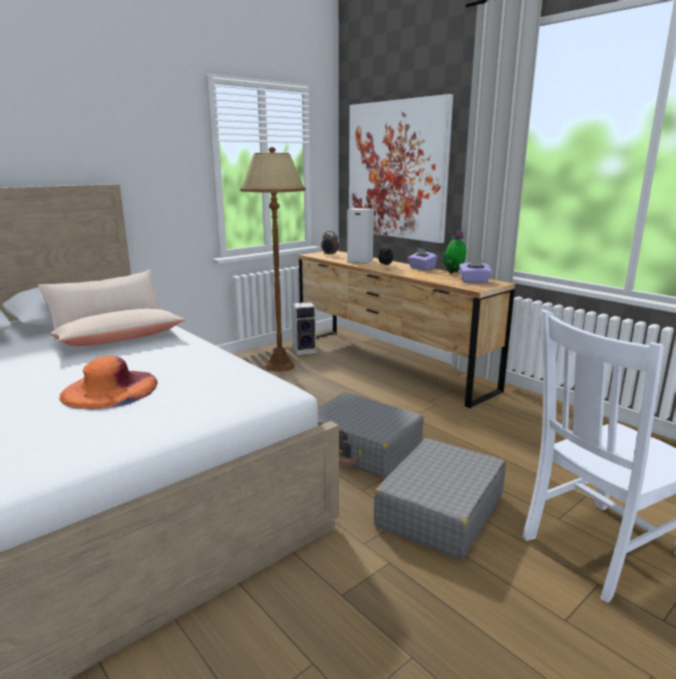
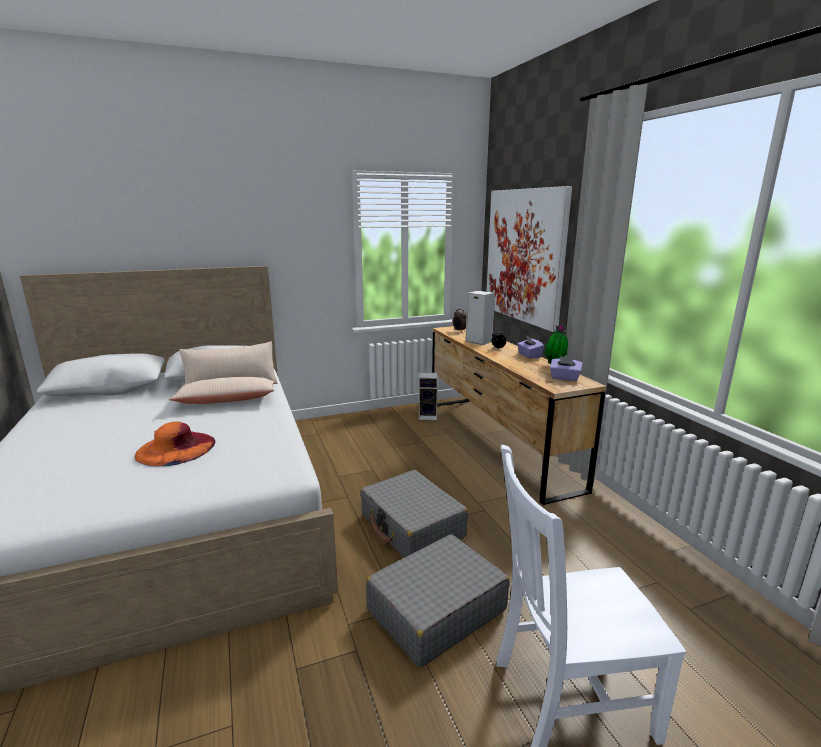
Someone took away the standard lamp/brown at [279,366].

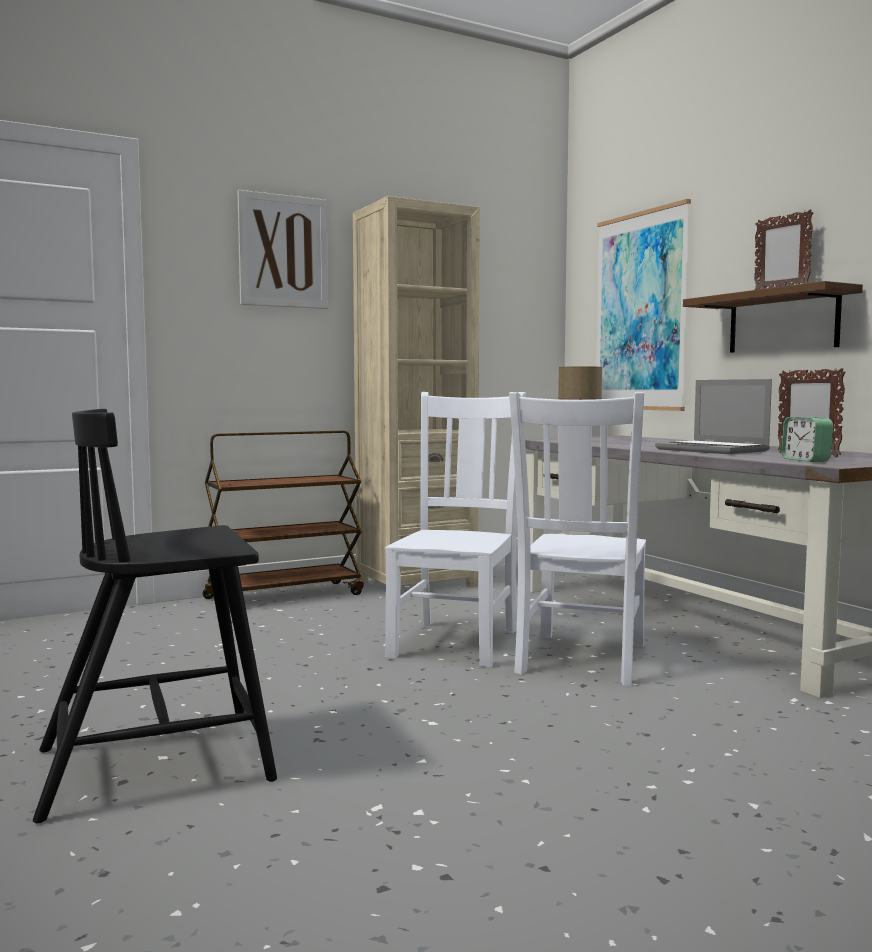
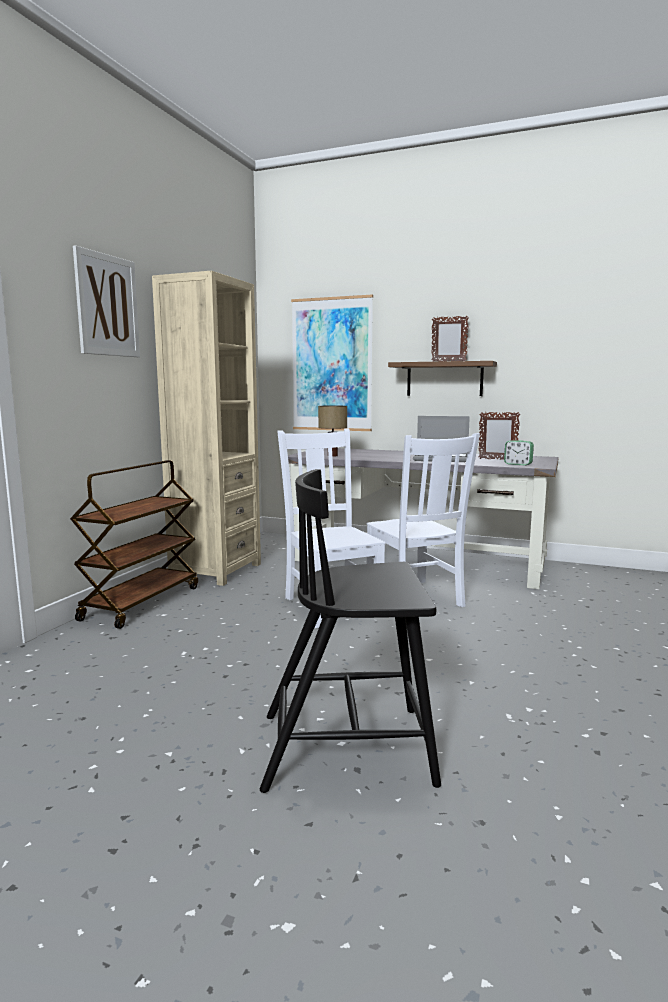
Someone rotated the plain chair/blackish at [160,763] by 60 degrees clockwise.

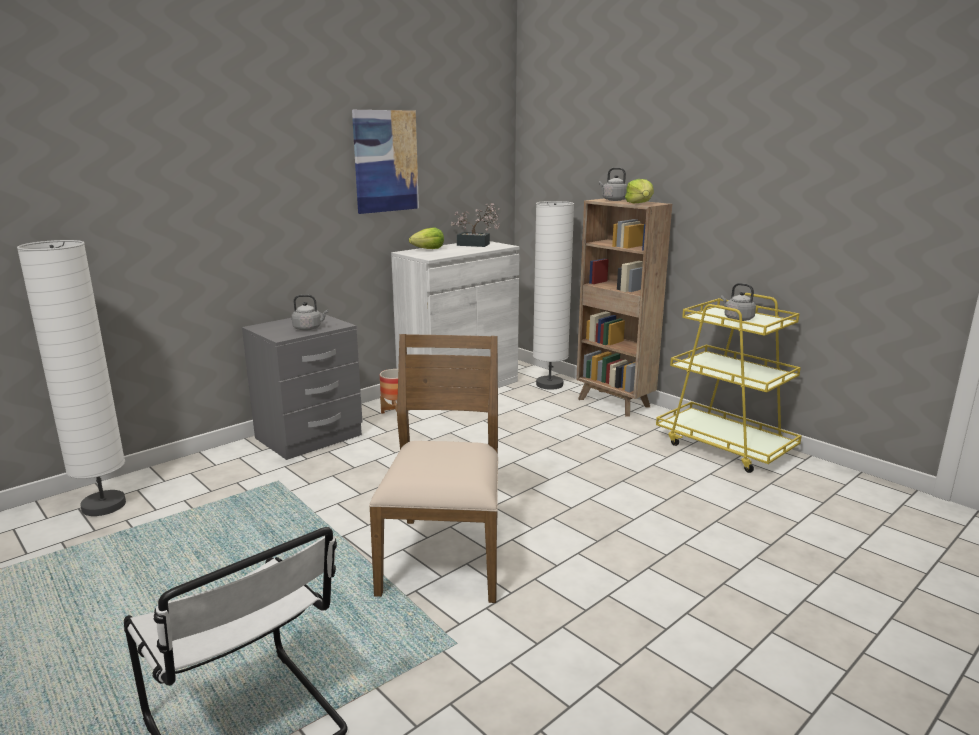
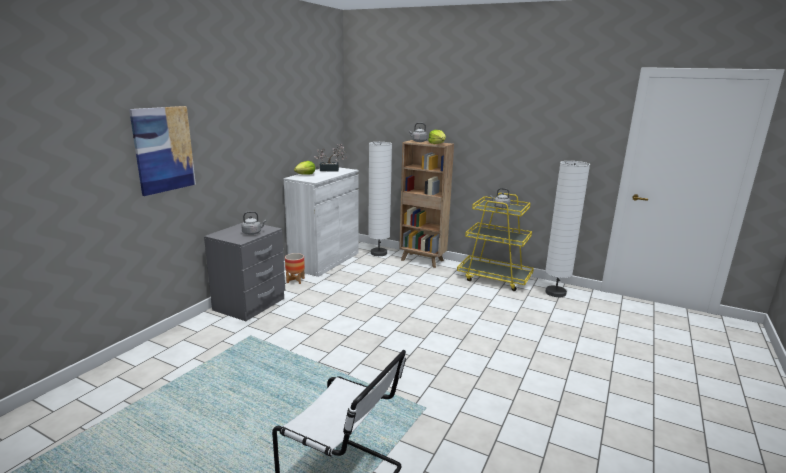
Someone carried the standard lamp/whitish from [104,506] to [555,293].
Someone carried the wall picture from [385,161] to [163,149].
Someone took away the plain chair/brown at [444,556].

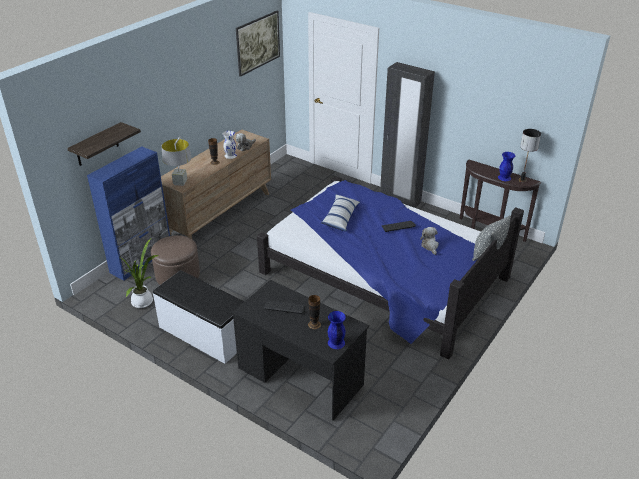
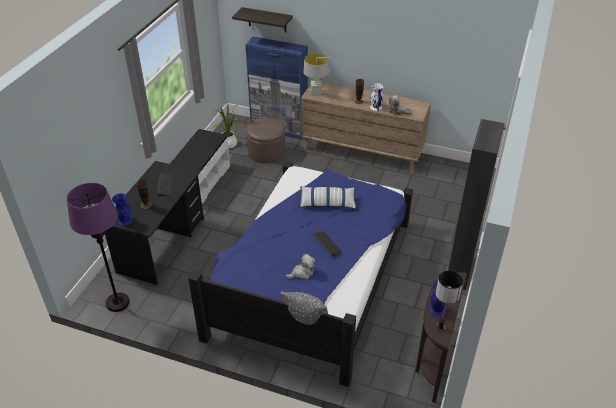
Someone took away the wall picture at [258,54].
Someone put down the standard lamp/purple-coloured at [117,302].

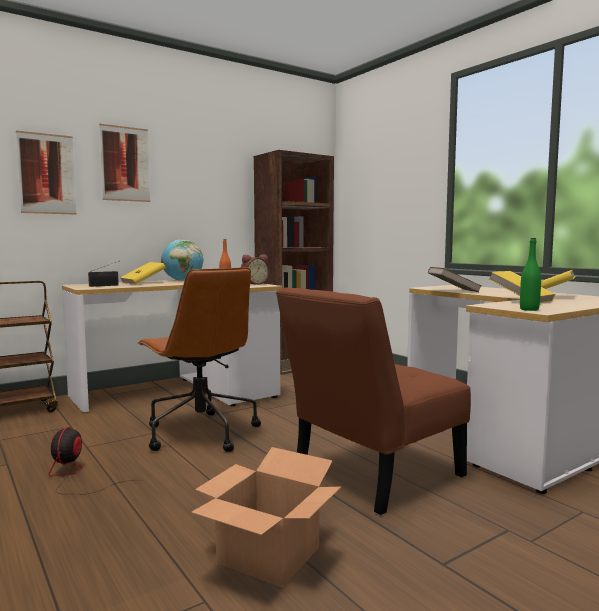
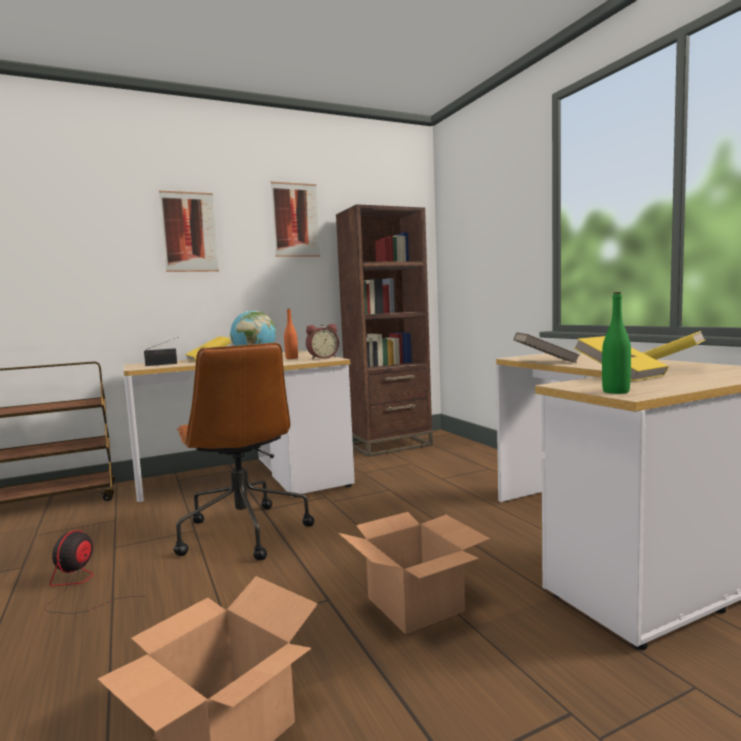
Someone carried the wall picture from [47,174] to [295,220].
Someone swapped the plain chair/brown at [371,475] for the cardboard box at [413,604].

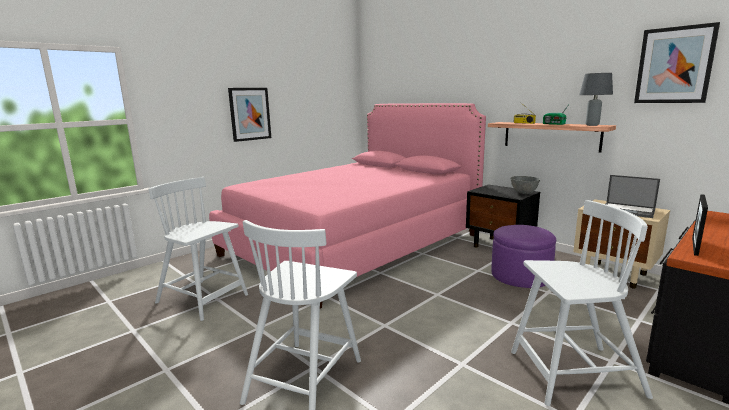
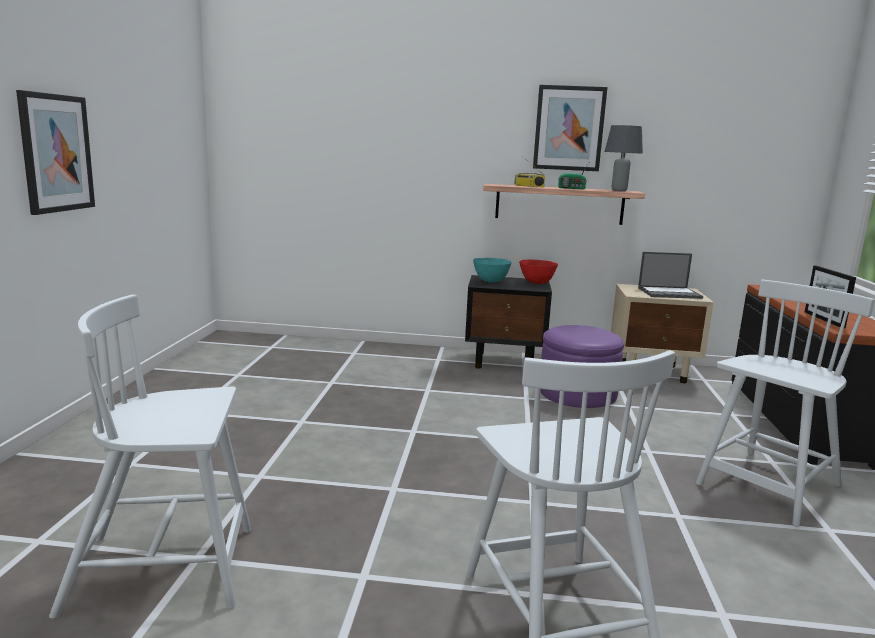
Someone took away the bedroom bed/pink-coloured at [354,244].
Someone repainted the serving bowl/gray at [524,193], which became the serving bowl/red at [537,283].
Someone carried the wall picture from [674,65] to [569,128].
Someone put down the serving bowl/turquoise-coloured at [491,281].

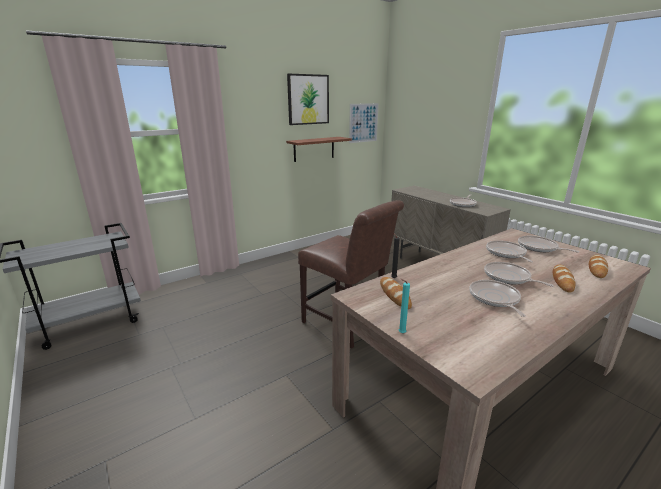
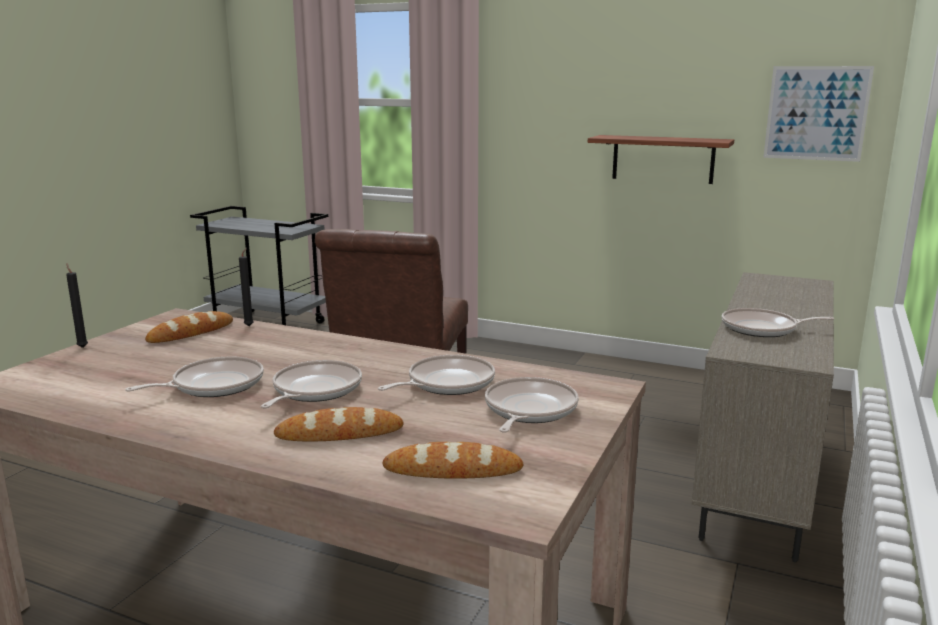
Someone took away the wall picture at [308,99].
Someone repainted the wax light/turquoise-coloured at [400,333], which became the wax light/blackish at [82,347].

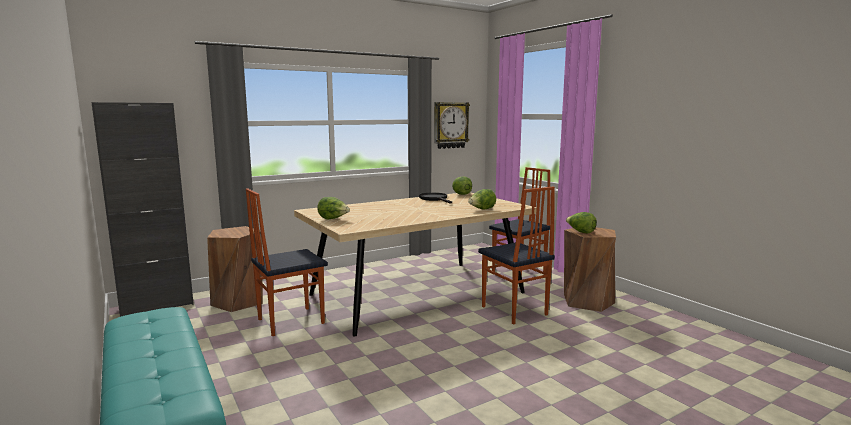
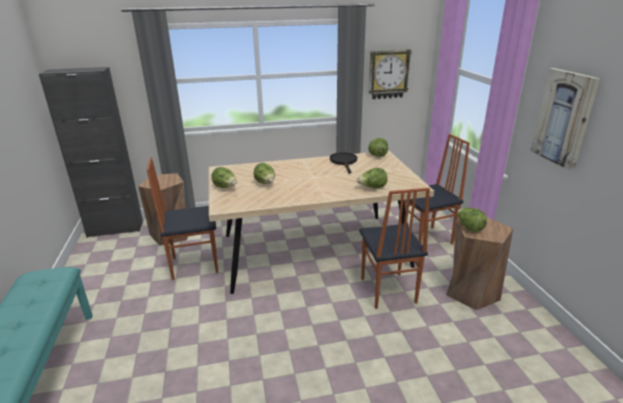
Someone put down the lettuce head at [265,183].
Someone put up the wall picture at [563,118].

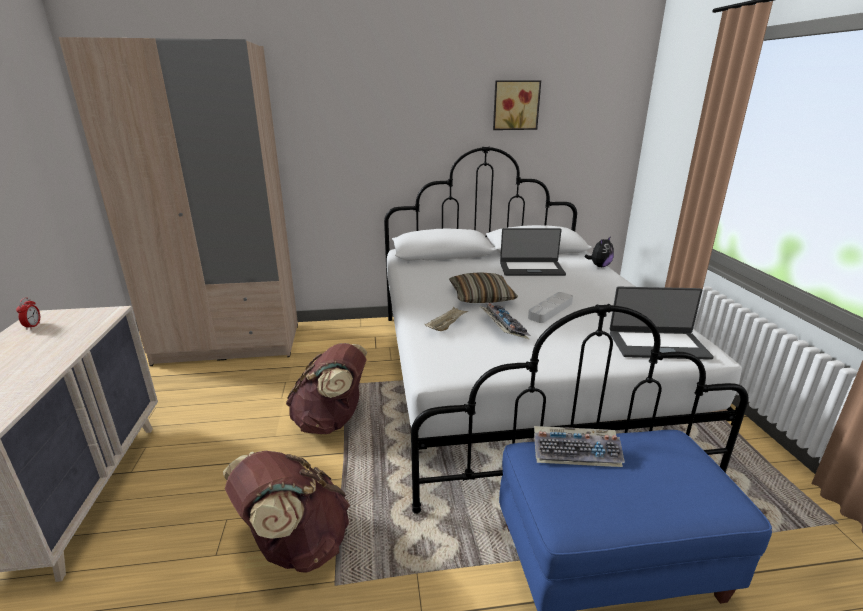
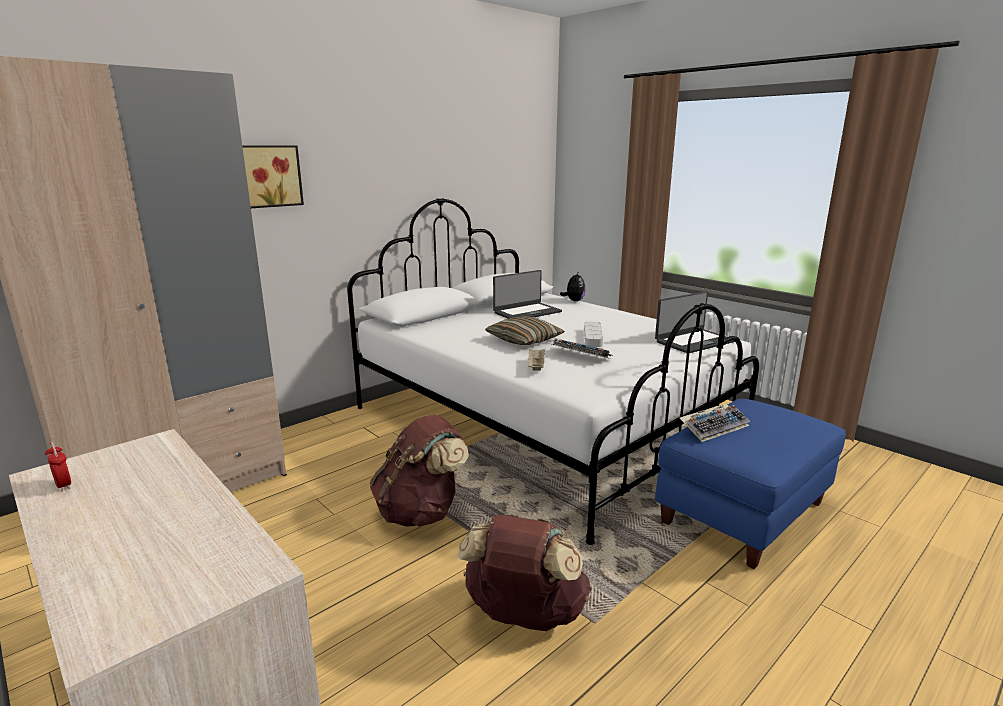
Someone carried the wall picture from [515,105] to [270,176].

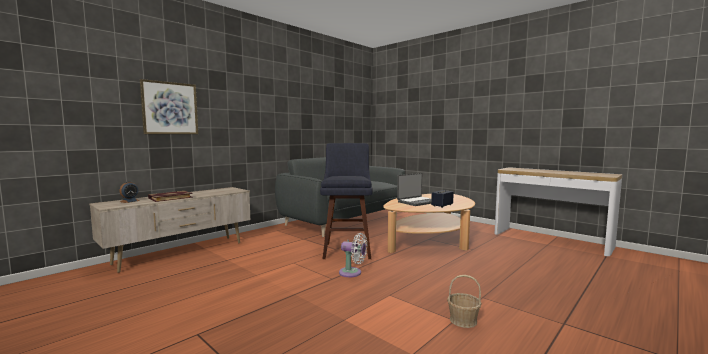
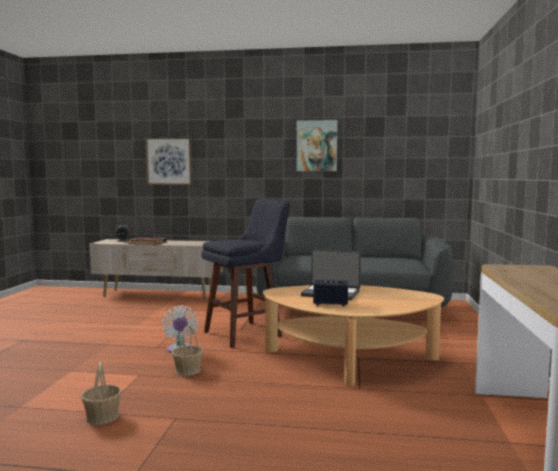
Someone put down the storage basket at [187,370].
Someone put up the wall picture at [317,146].

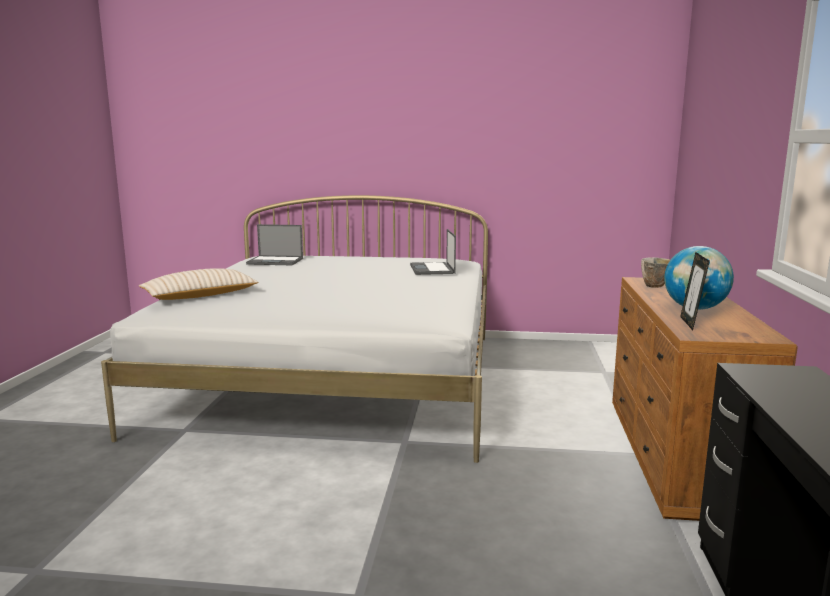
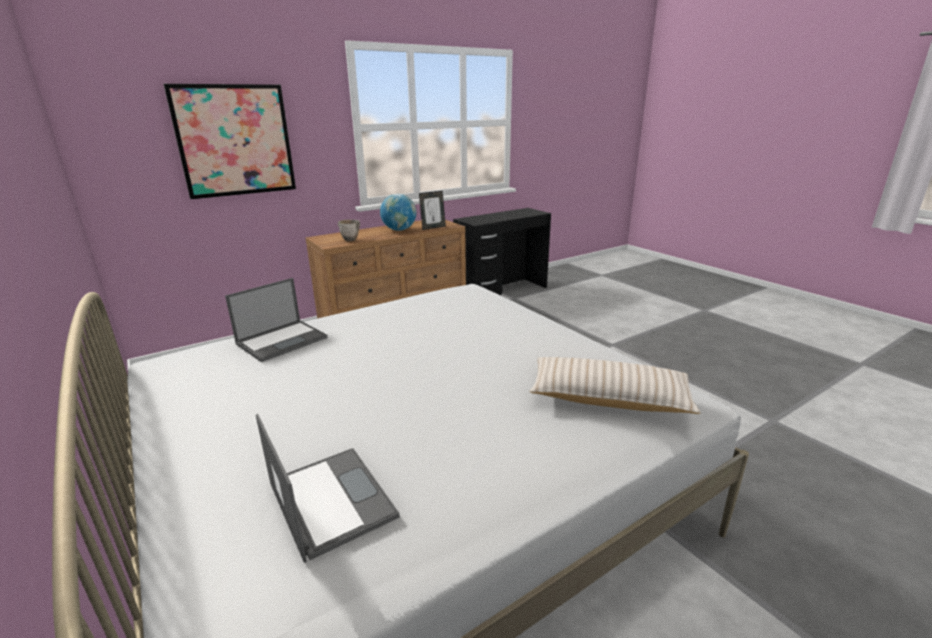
Someone put up the wall picture at [235,141].

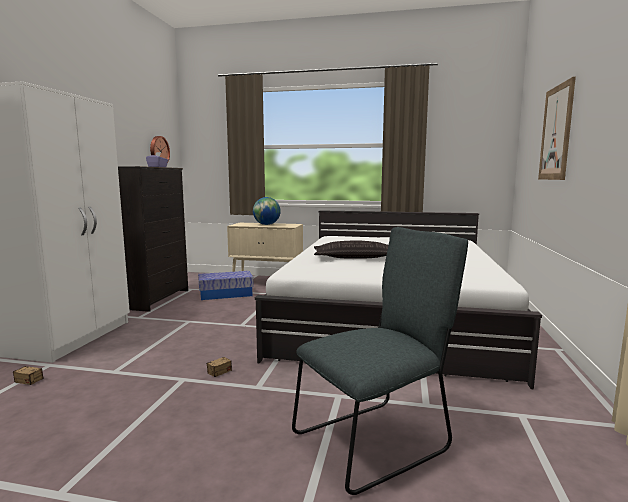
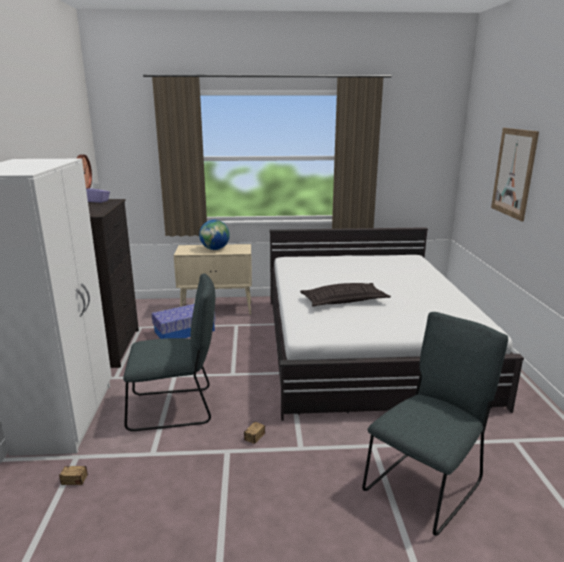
Someone put down the plain chair/gray at [175,408].

